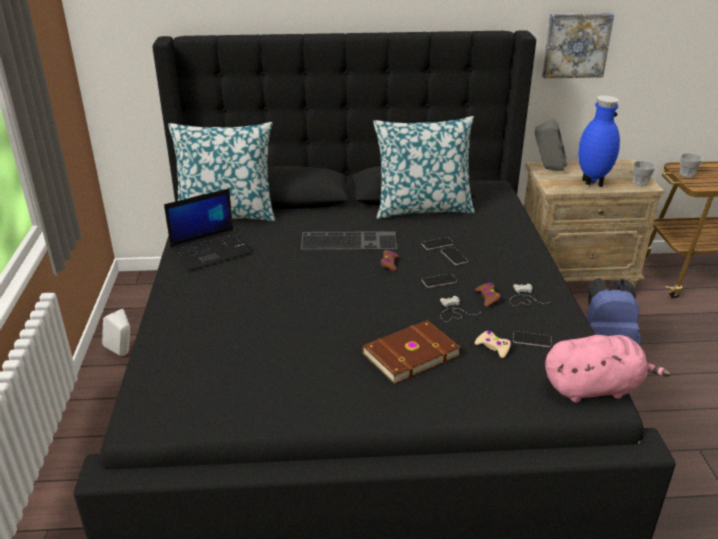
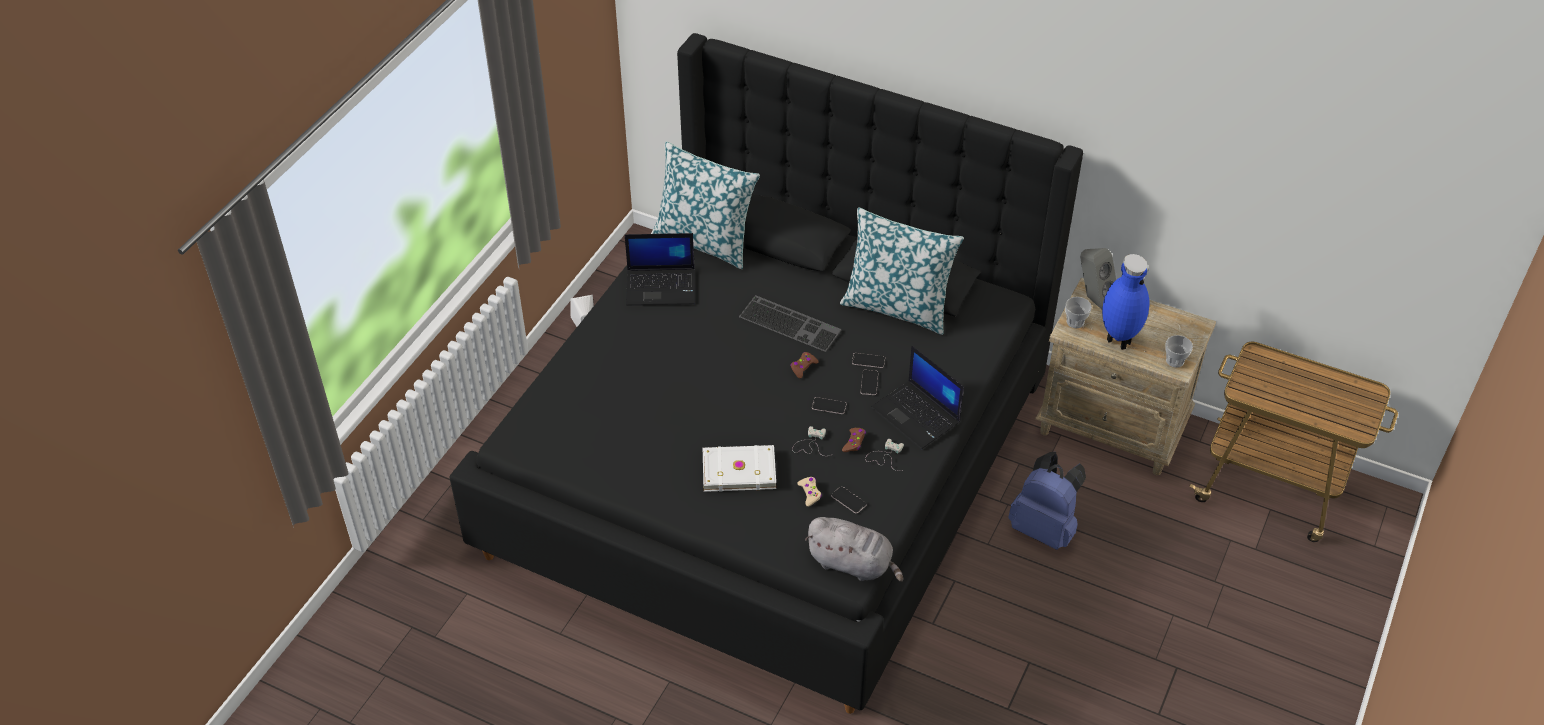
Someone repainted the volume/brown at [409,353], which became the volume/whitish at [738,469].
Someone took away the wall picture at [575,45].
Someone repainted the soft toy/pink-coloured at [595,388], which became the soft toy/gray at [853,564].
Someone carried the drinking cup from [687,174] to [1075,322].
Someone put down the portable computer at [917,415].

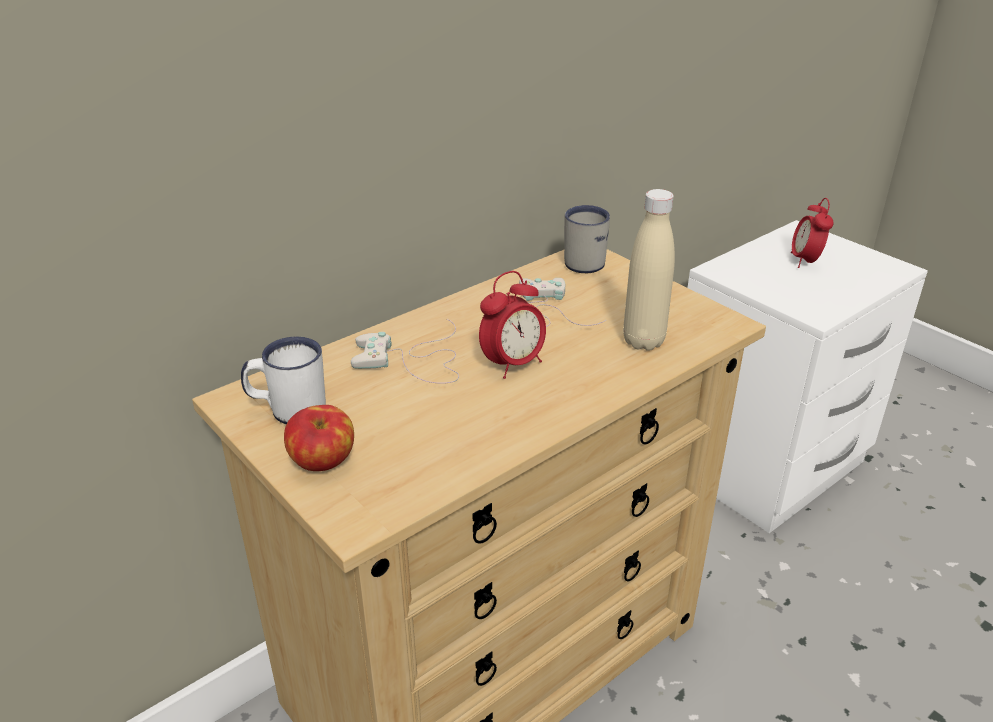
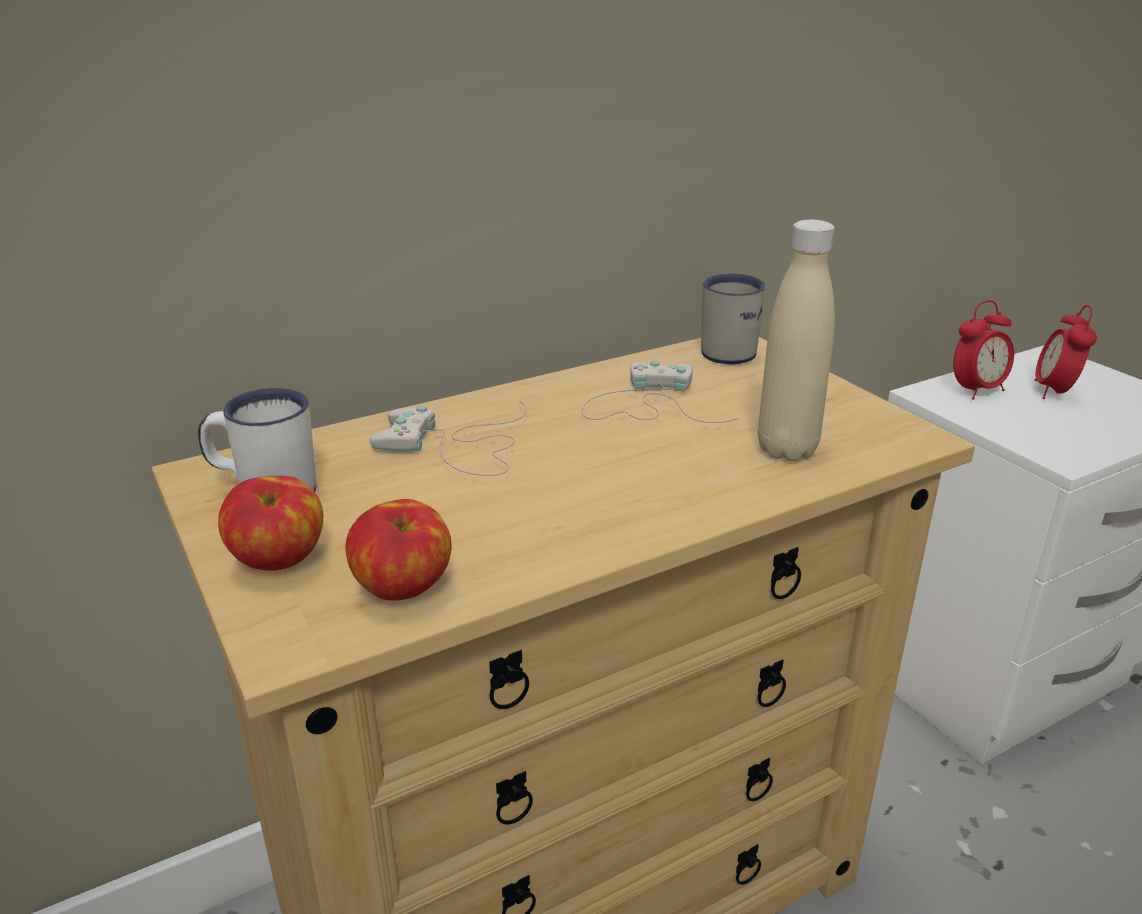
Someone carried the bedside clock from [513,364] to [976,391].
Someone put down the apple at [404,590].

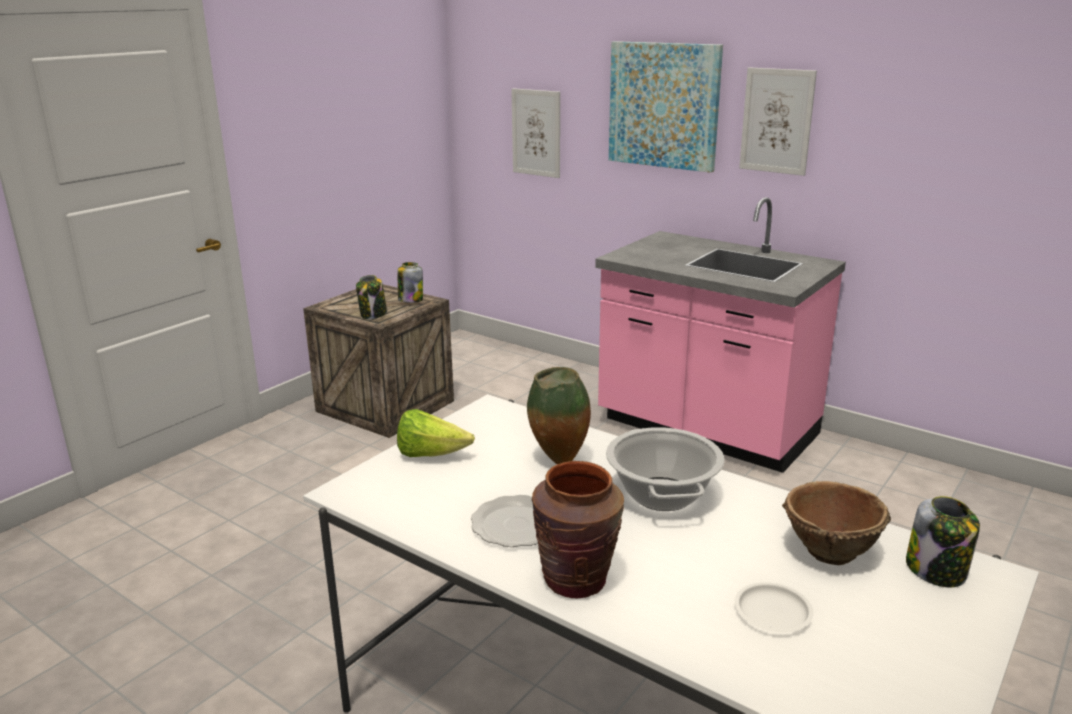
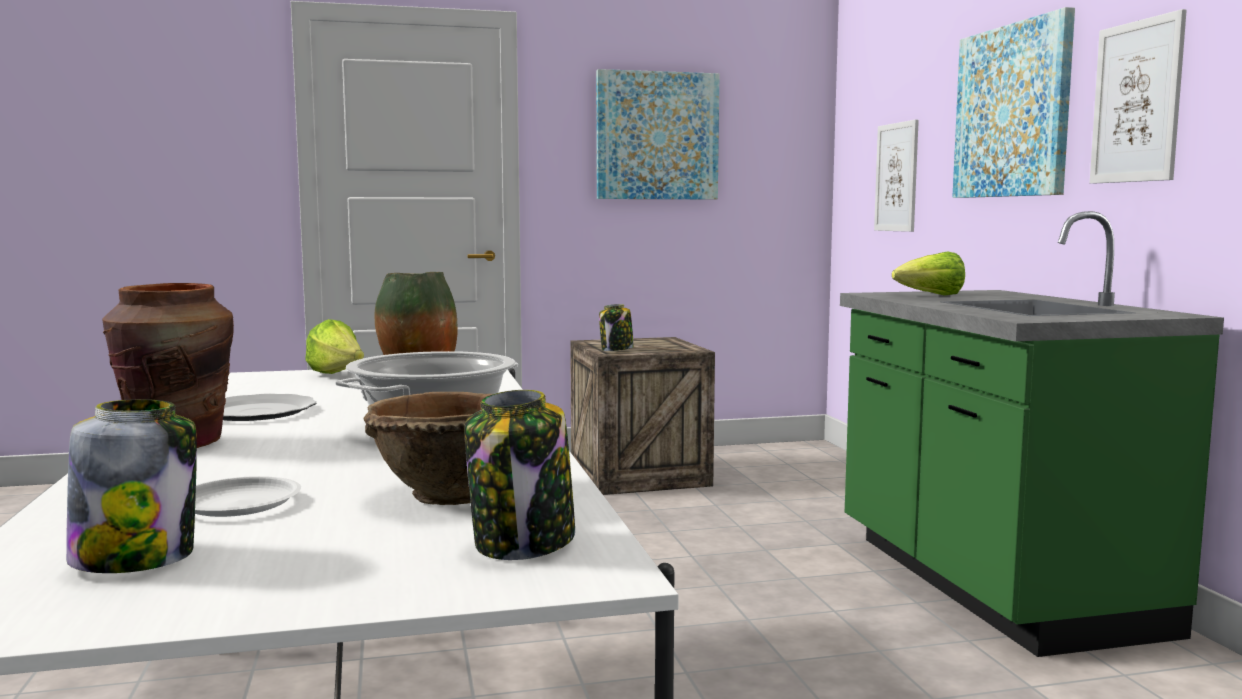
Someone carried the jar from [410,300] to [136,558].
Someone repainted the counter/pink-coloured at [706,429], which became the counter/green-coloured at [990,584].
Someone put up the wall picture at [657,136].
Someone put down the lettuce head at [931,295].

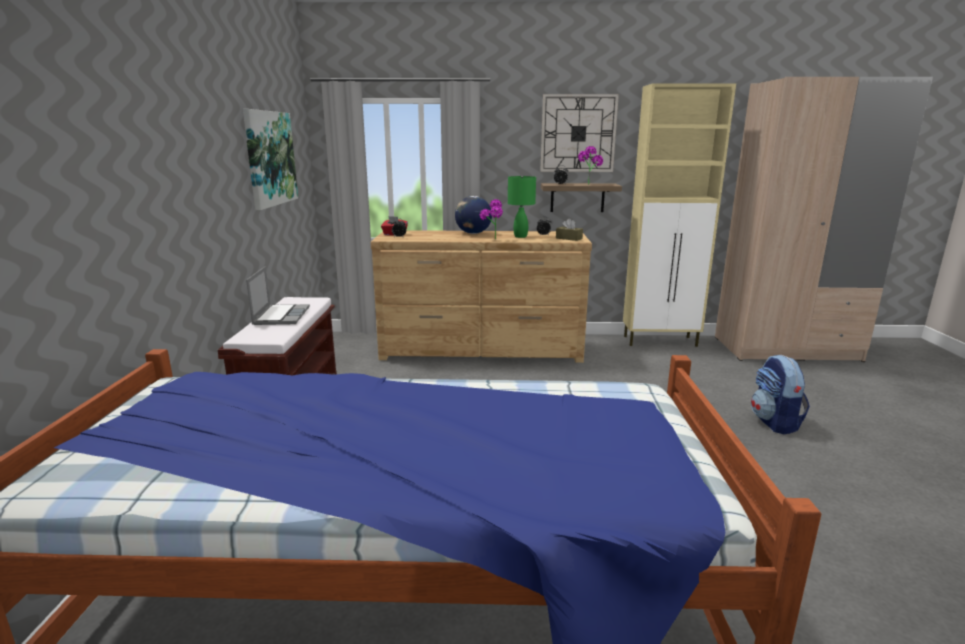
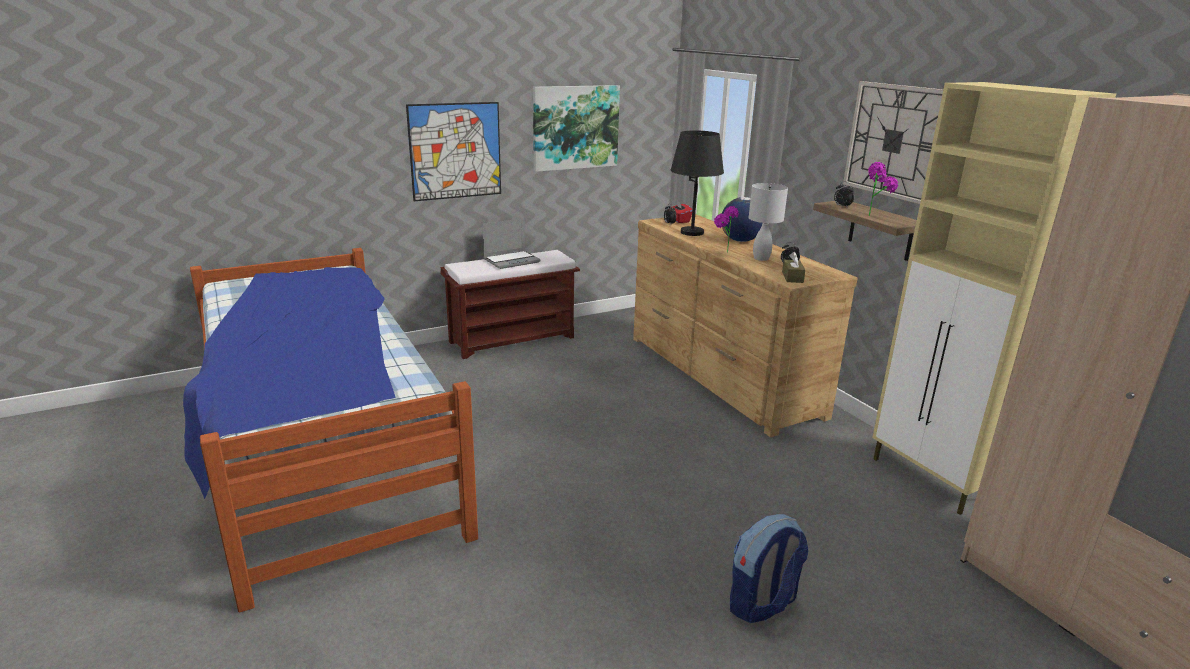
Someone repainted the tabletop lamp/green-coloured at [520,236], which became the tabletop lamp/whitish at [761,258].
Someone put up the wall picture at [455,151].
Someone put down the tabletop lamp/blackish at [692,232].

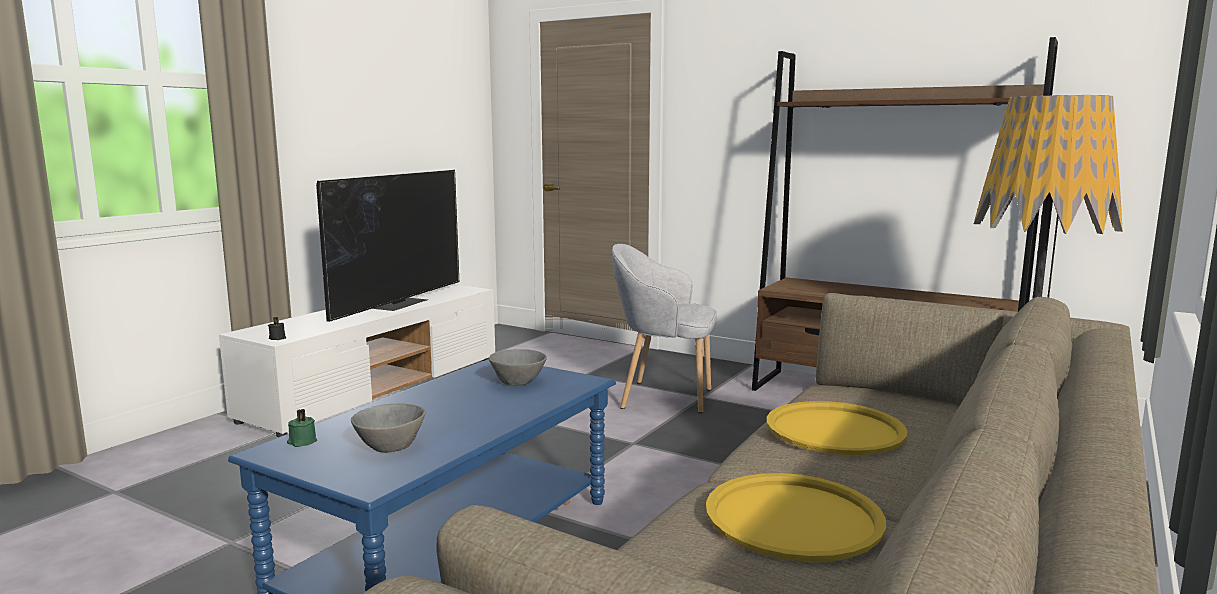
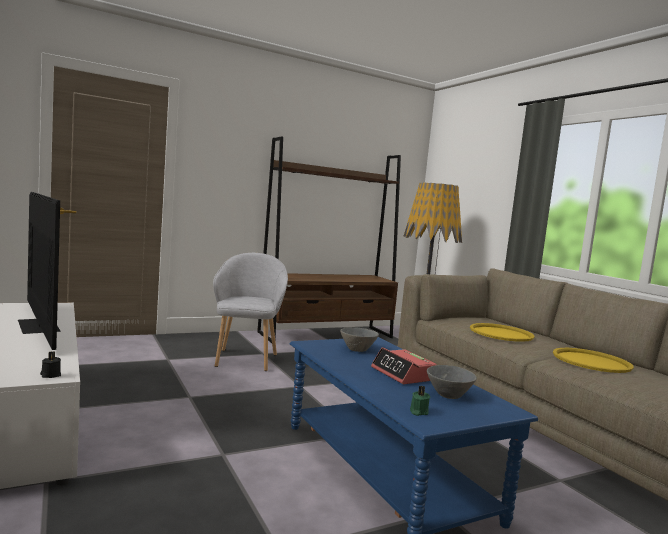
Someone rotated the lounge chair/gray at [662,397] by 135 degrees clockwise.
Someone put down the bedside clock at [403,374].

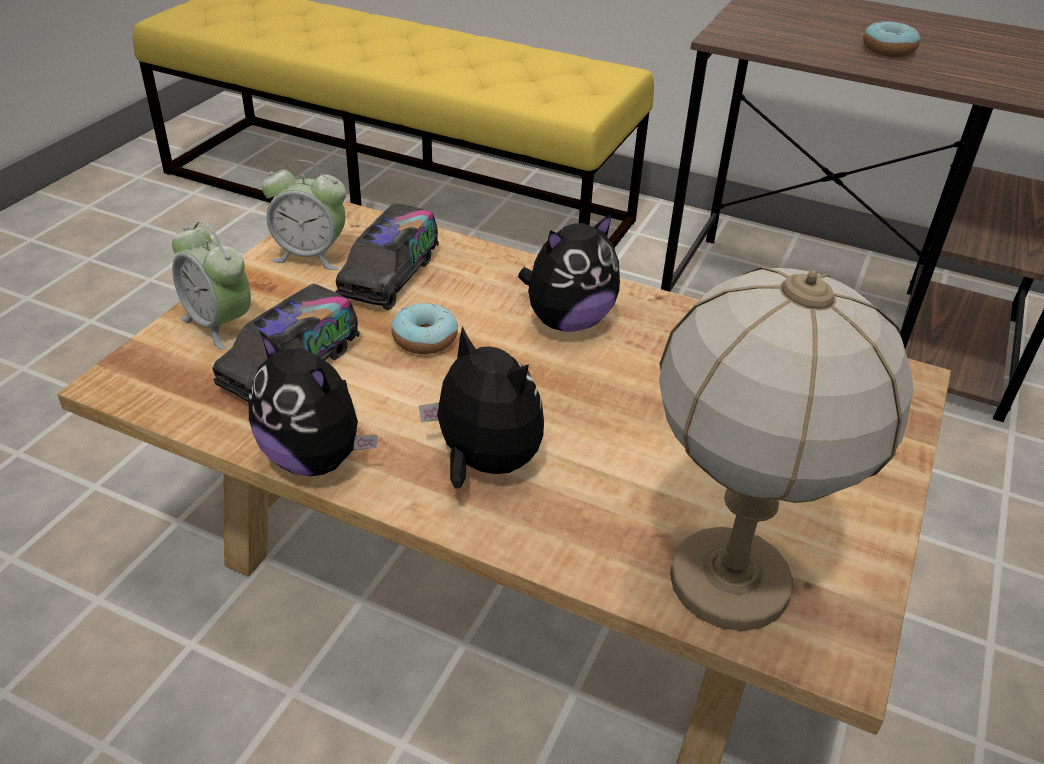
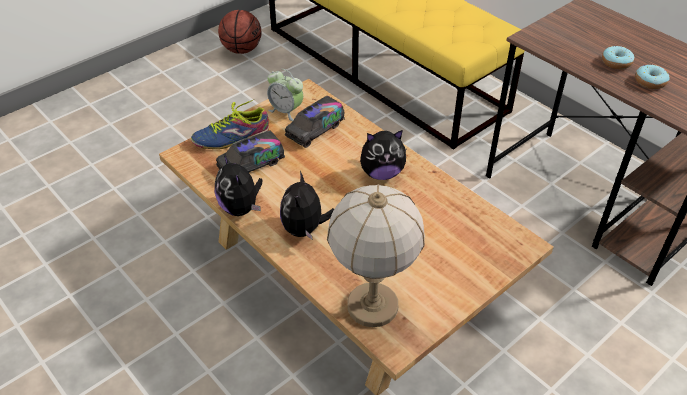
Someone swapped the bedside clock at [219,324] for the item of footwear at [232,137].
Someone carried the doughnut from [425,339] to [650,82].
Someone rotated the soft toy at [484,463] by 150 degrees counterclockwise.
Someone put down the ball for basketball at [242,49].

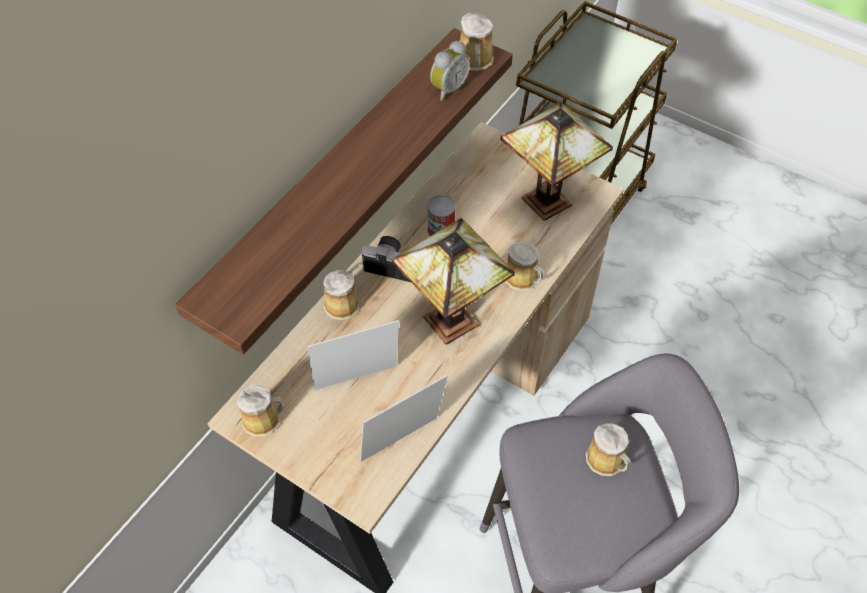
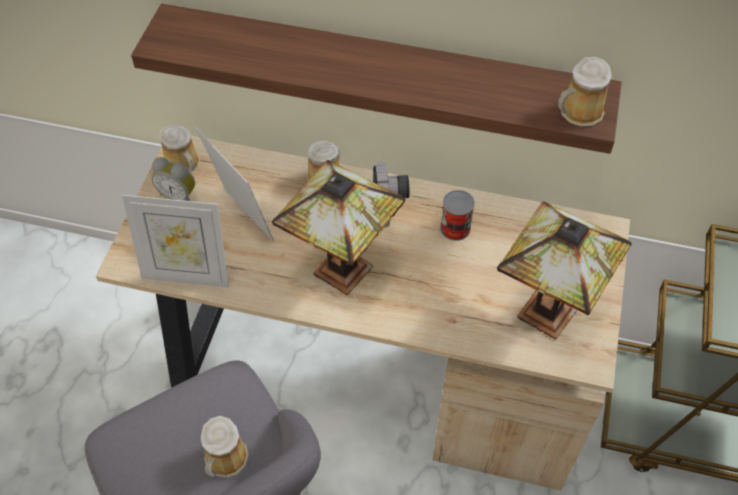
Someone rotated the photo frame at [403,446] by 150 degrees clockwise.
Someone carried the bedside clock from [447,89] to [179,195].
Someone took away the mug at [523,279].

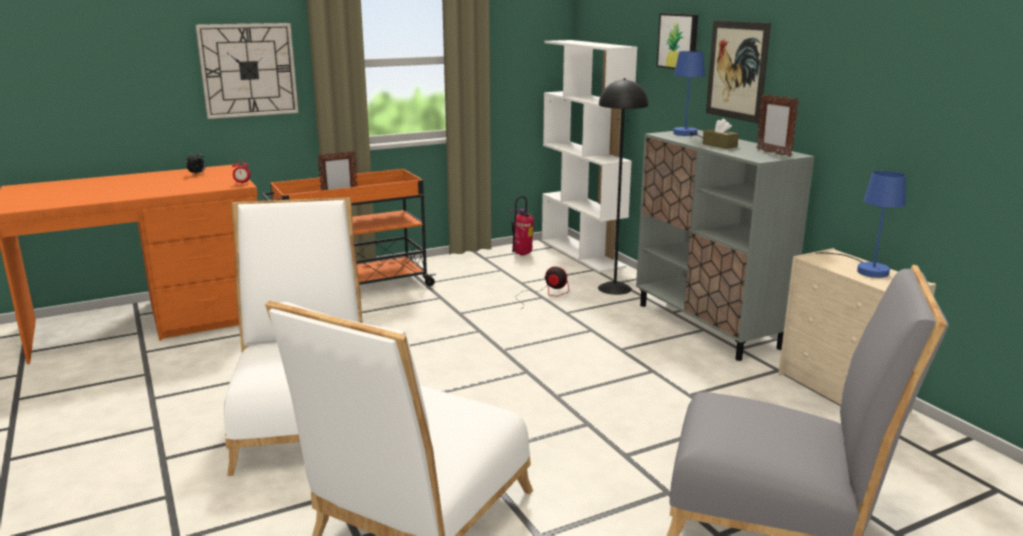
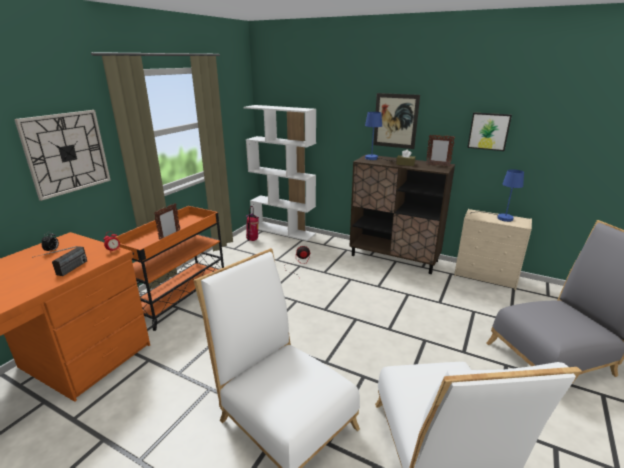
Someone took away the standard lamp/blackish at [615,288].
Someone repainted the storage cabinet/gray at [707,326], which became the storage cabinet/brown at [394,258].
Someone carried the wall picture from [678,41] to [489,131].
Someone put down the radio at [66,272].

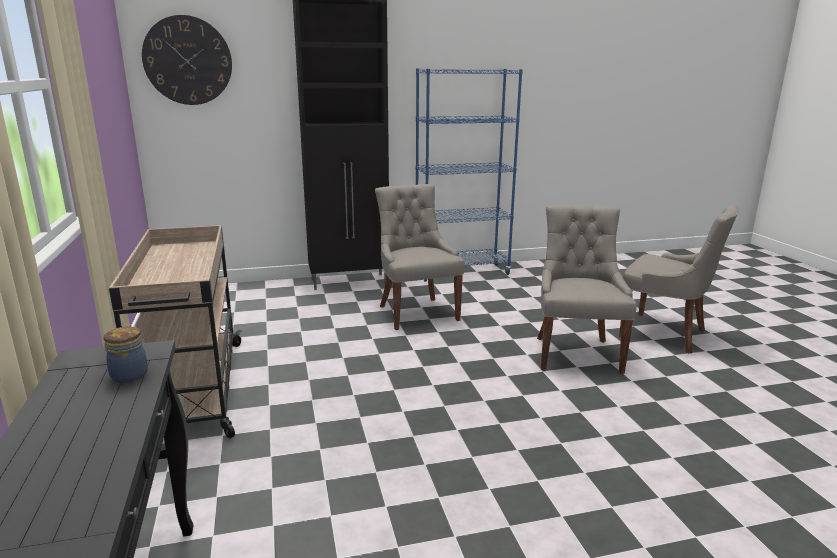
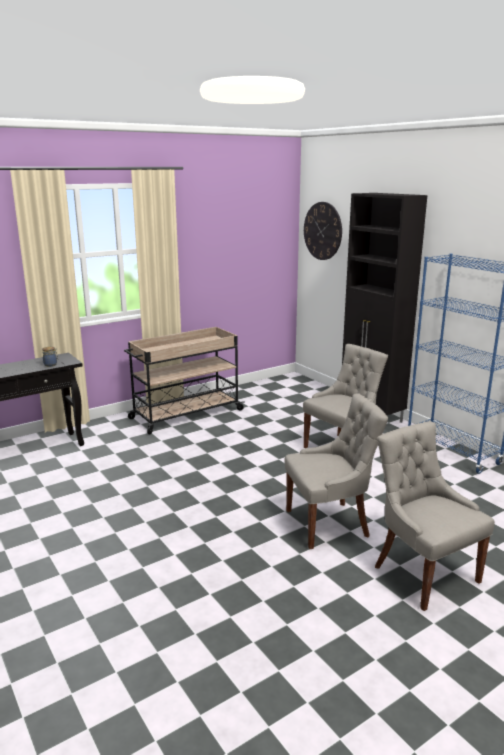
Someone rotated the plain chair/gray at [665,333] by 135 degrees clockwise.

